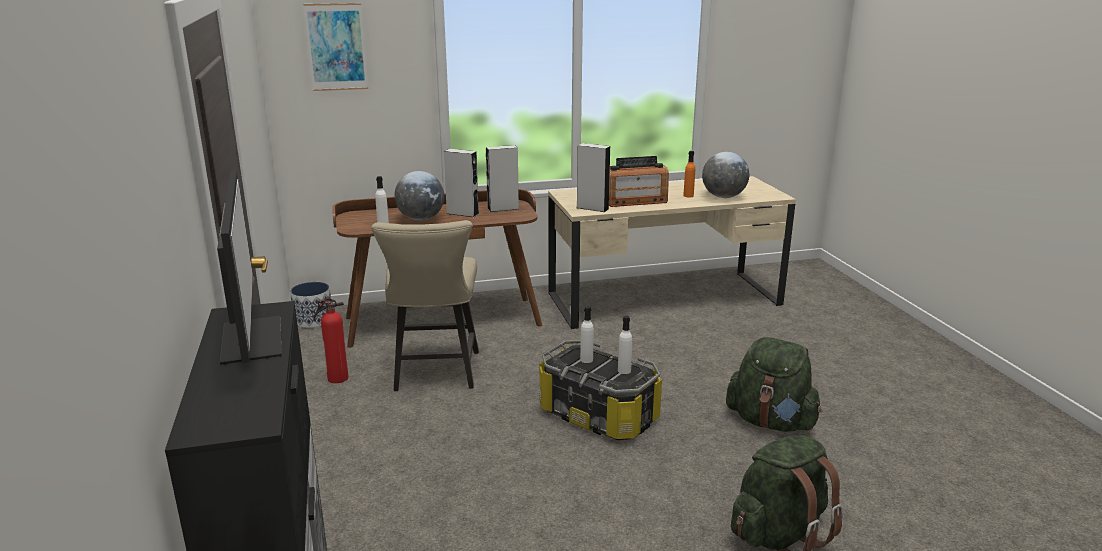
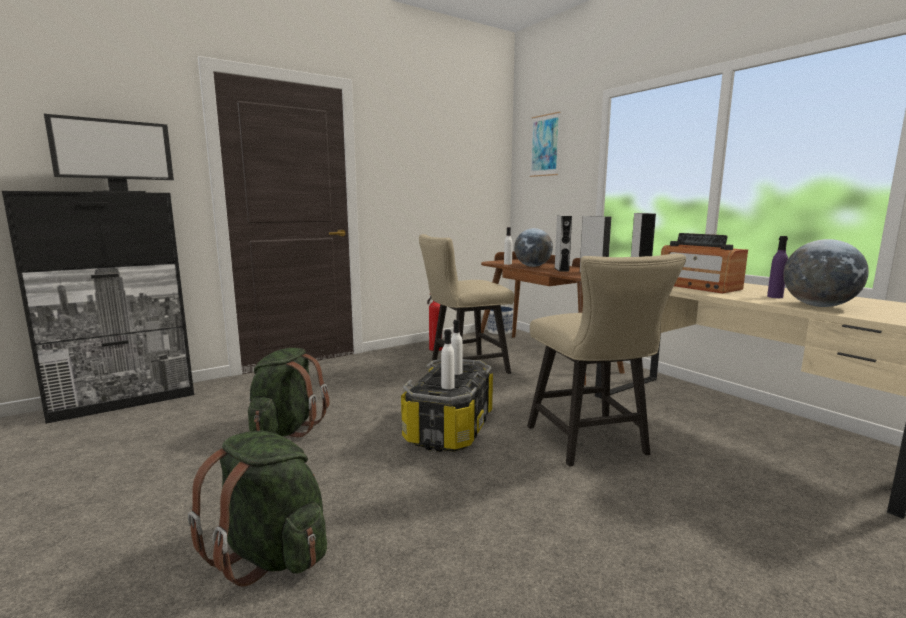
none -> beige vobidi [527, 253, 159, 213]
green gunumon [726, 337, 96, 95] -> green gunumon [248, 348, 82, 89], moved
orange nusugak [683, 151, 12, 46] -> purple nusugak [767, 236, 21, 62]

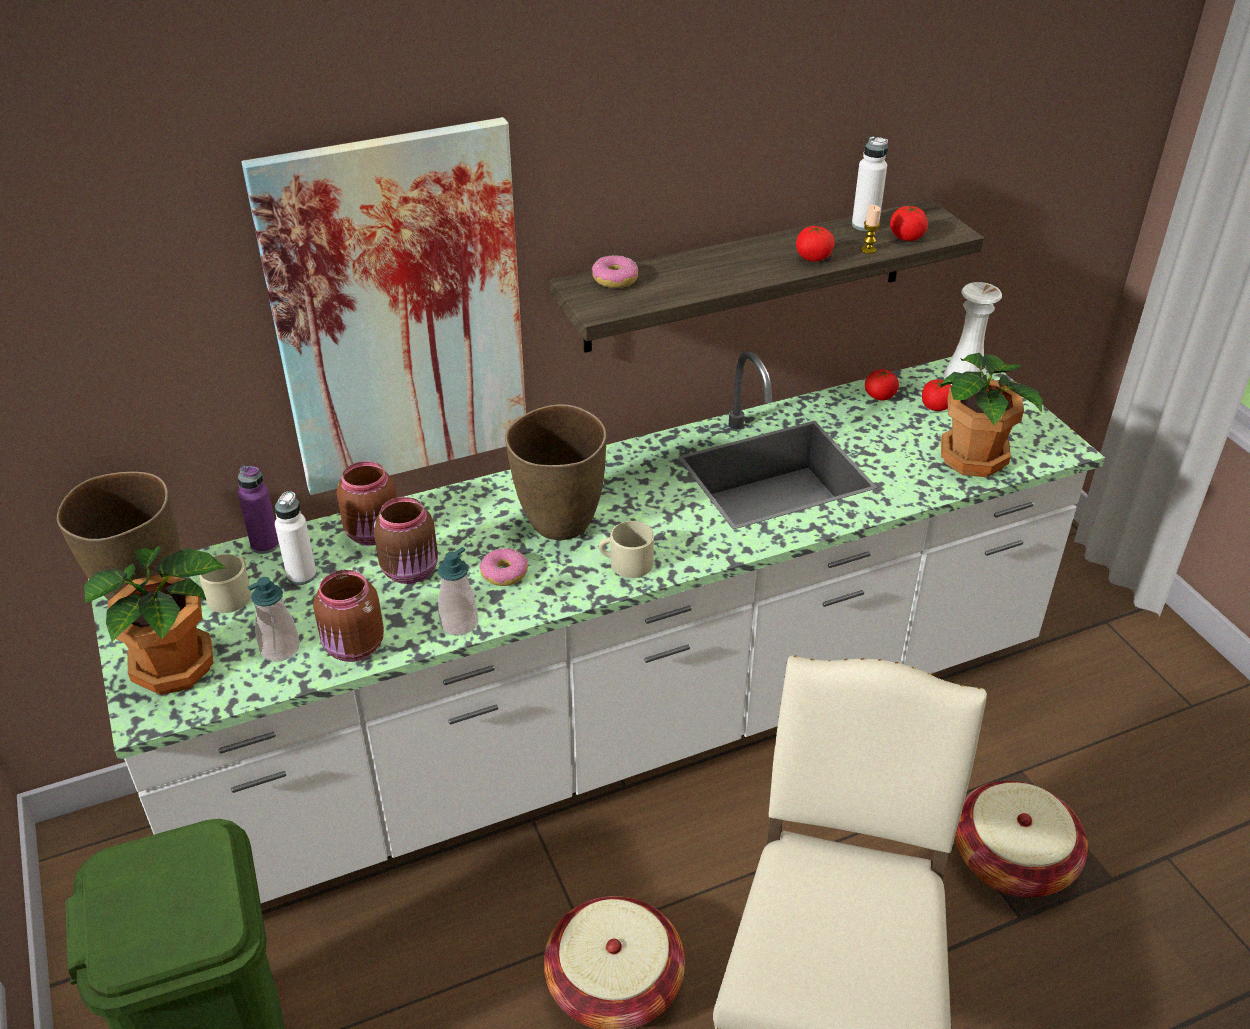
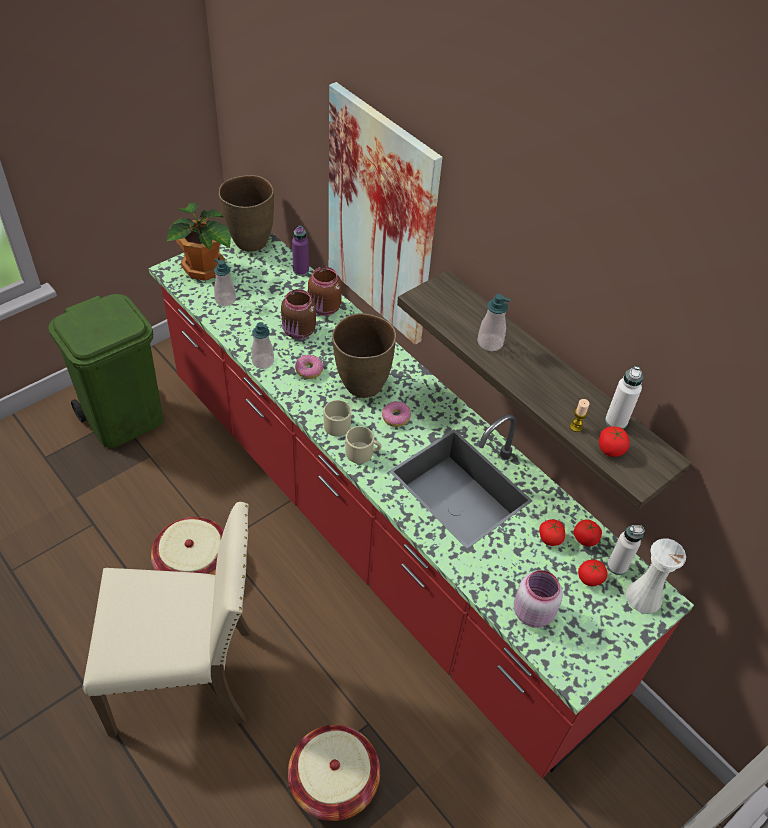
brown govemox [313, 570, 71, 92] -> none
none -> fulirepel [477, 294, 33, 57]
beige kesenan [199, 554, 52, 59] -> beige kesenan [345, 426, 36, 38], moved
white nusugak [275, 491, 42, 94] -> white nusugak [607, 525, 37, 50], moved
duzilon [592, 255, 46, 33] -> duzilon [382, 401, 29, 26], moved
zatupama [796, 226, 39, 36] -> zatupama [539, 519, 26, 27], moved
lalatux [940, 353, 102, 124] -> pink govemox [514, 570, 49, 58]
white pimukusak [88, 351, 1017, 552] -> red pimukusak [149, 232, 545, 546]

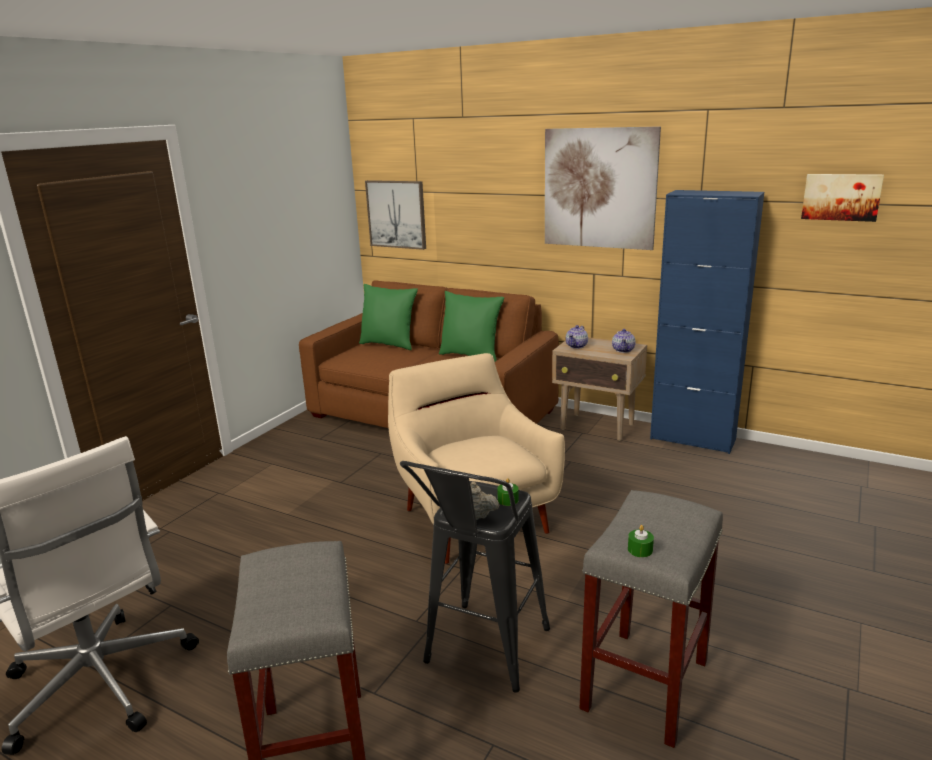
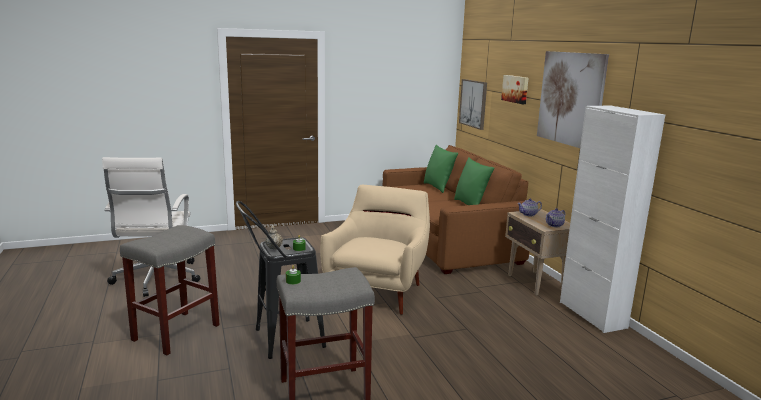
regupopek [801, 174, 83, 48] -> regupopek [501, 75, 27, 29], moved
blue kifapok [650, 190, 114, 264] -> white kifapok [560, 106, 105, 227]

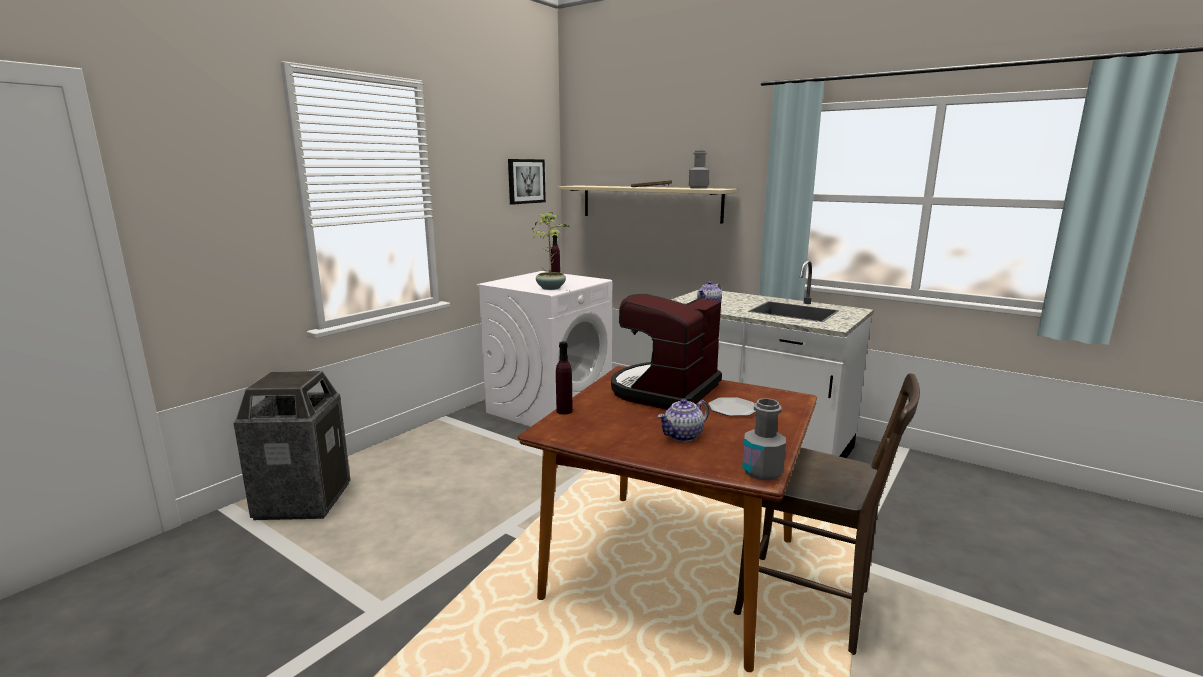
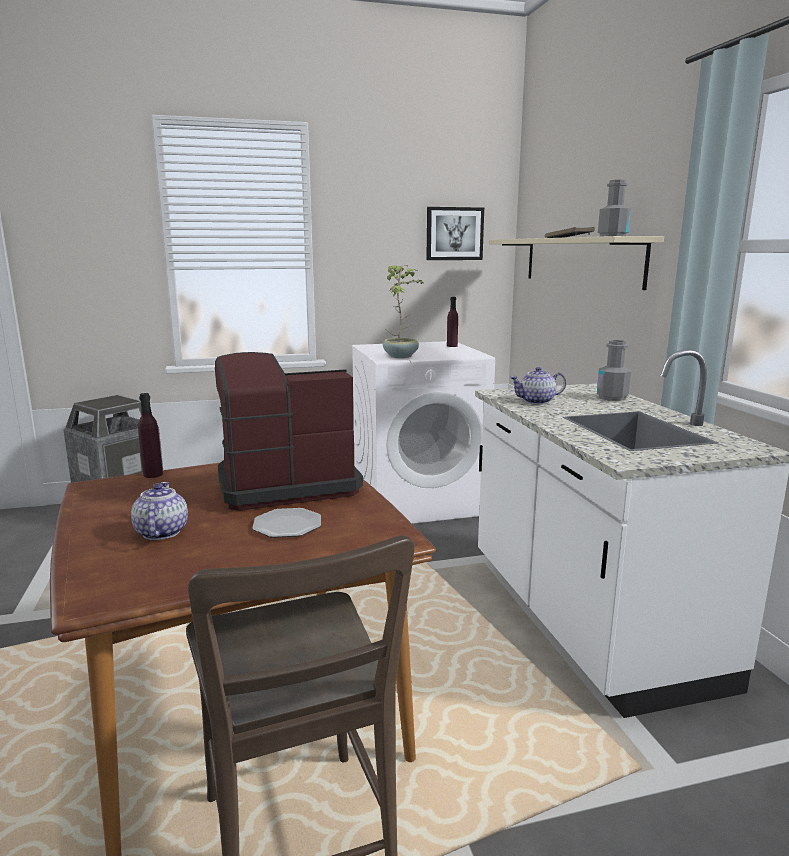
grey nusugak [742, 398, 44, 82] -> grey nusugak [597, 340, 34, 61], moved
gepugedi [657, 399, 52, 43] -> gepugedi [131, 482, 57, 58], 75 degrees clockwise

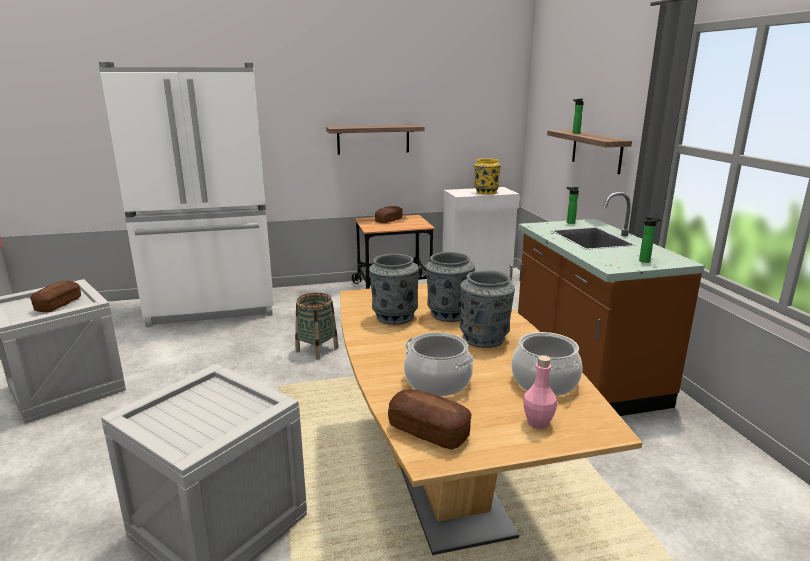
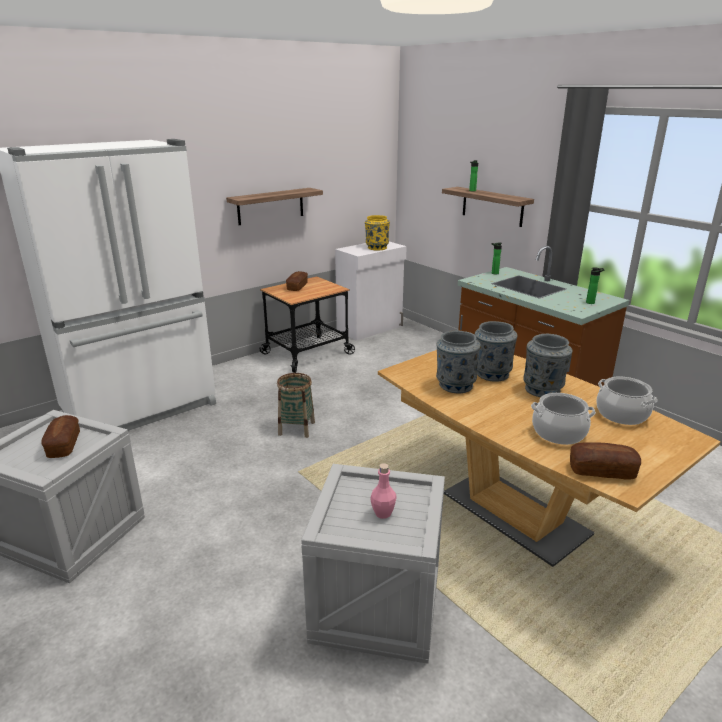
pink nusugak [523, 355, 34, 74] -> pink nusugak [370, 463, 27, 56], moved

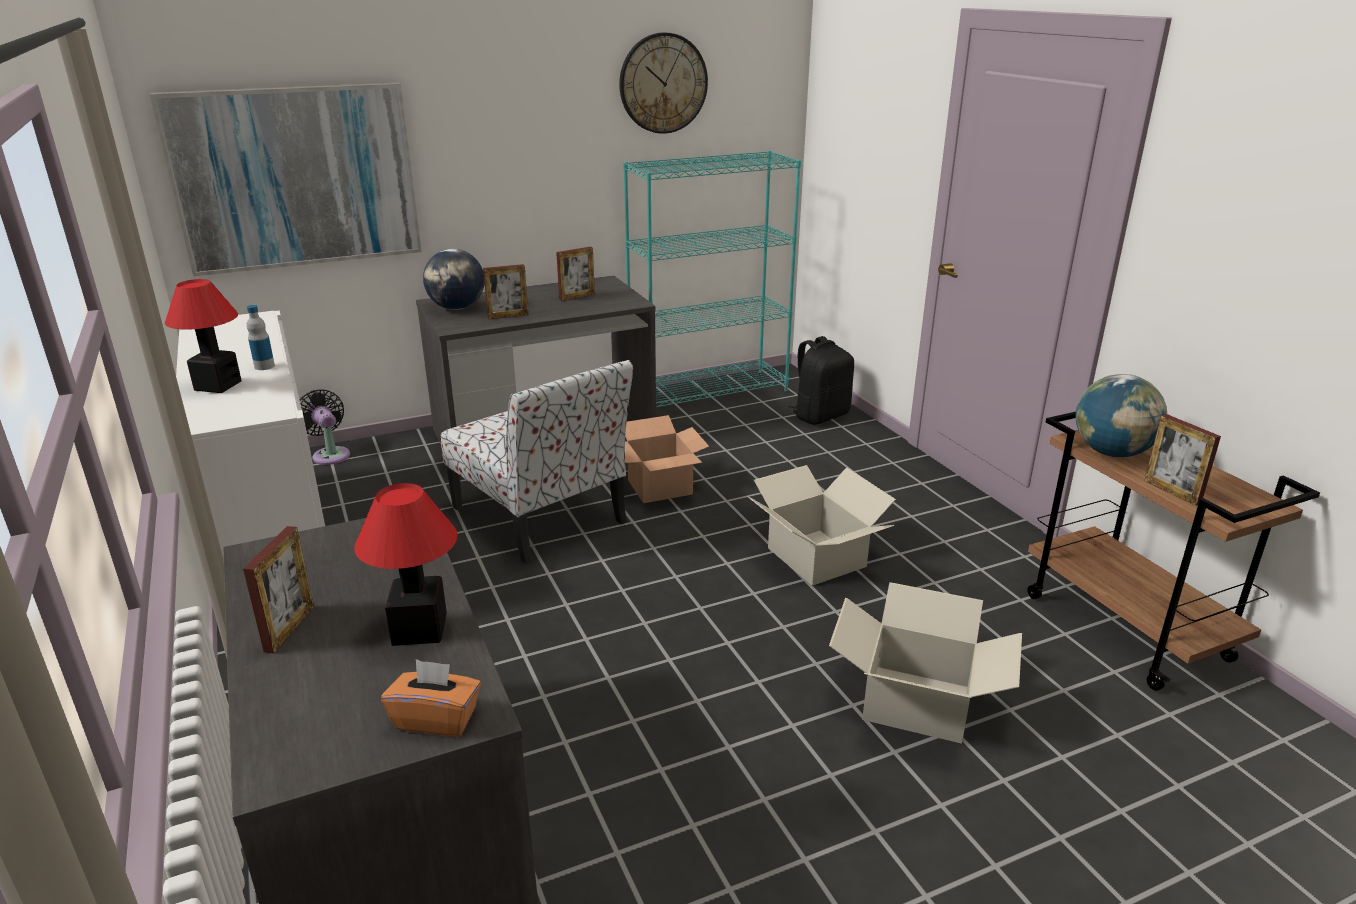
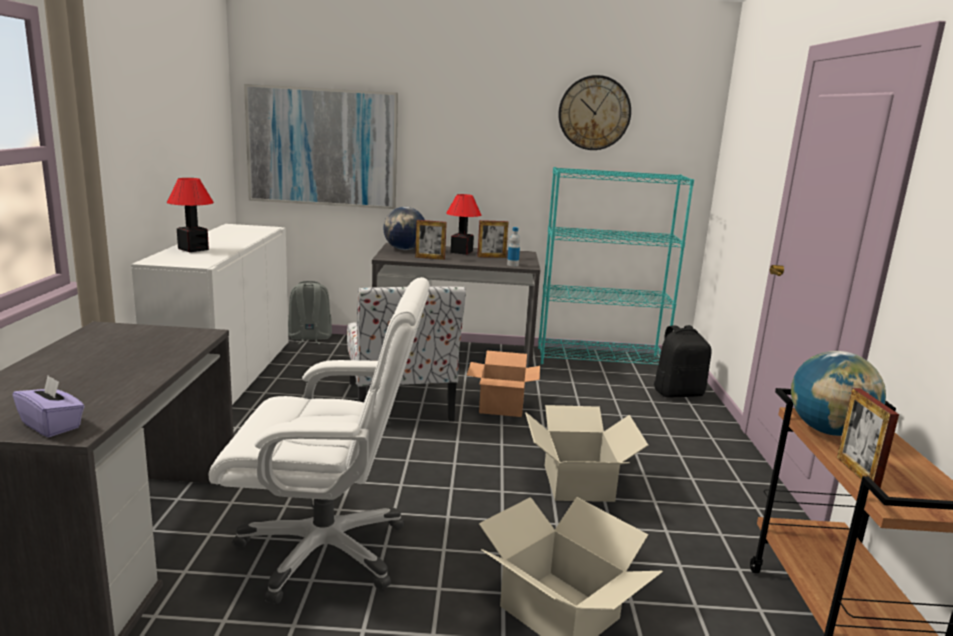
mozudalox [243, 526, 71, 127] -> none
none -> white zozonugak [209, 277, 221, 327]
nusugak [247, 305, 28, 65] -> nusugak [507, 227, 13, 39], moved
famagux [354, 483, 104, 163] -> famagux [446, 194, 35, 61], moved
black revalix [300, 389, 50, 76] -> grey gunumon [288, 281, 44, 63]
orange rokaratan [381, 659, 100, 77] -> purple rokaratan [13, 375, 72, 62]

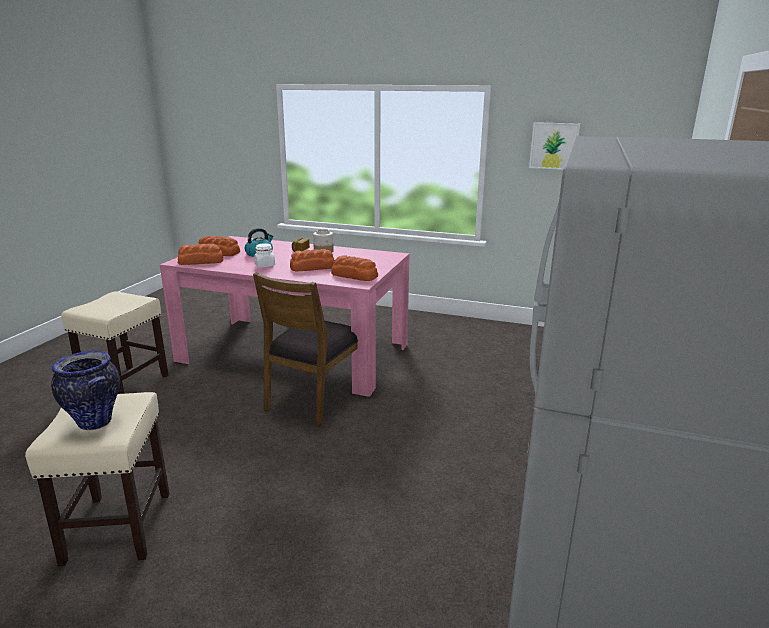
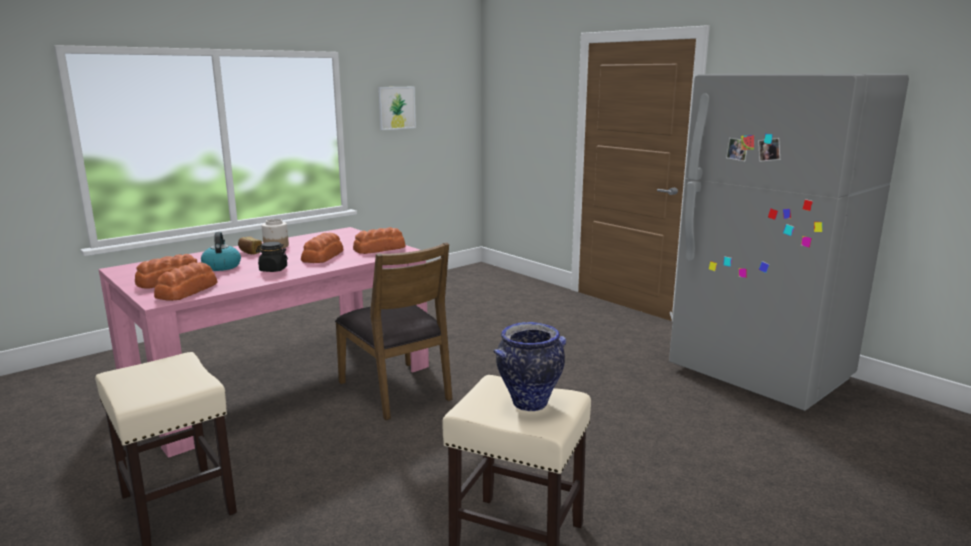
white govemox [254, 243, 21, 24] -> black govemox [256, 242, 32, 30]

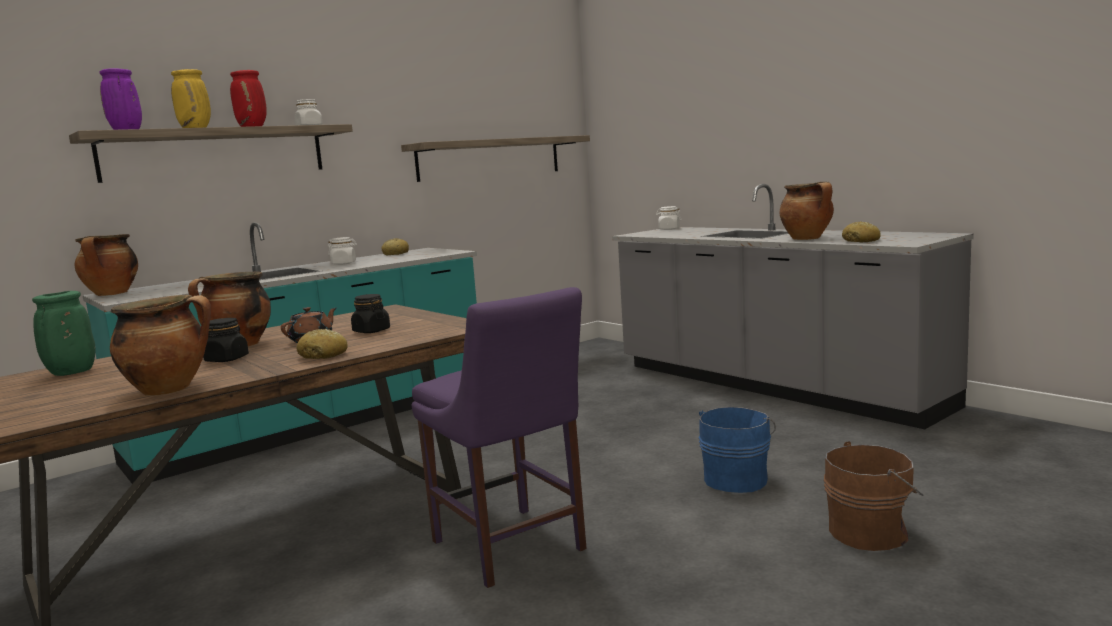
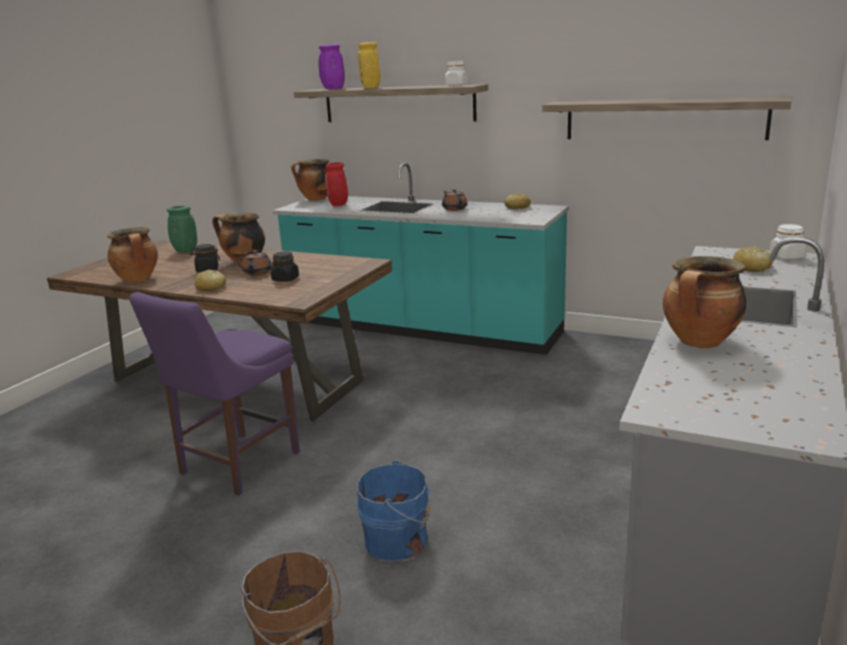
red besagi [230, 70, 37, 57] -> red besagi [325, 162, 23, 44], moved
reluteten [842, 221, 39, 21] -> reluteten [733, 246, 40, 26], moved
white govemox [328, 237, 29, 28] -> brown gepugedi [442, 189, 26, 22]

